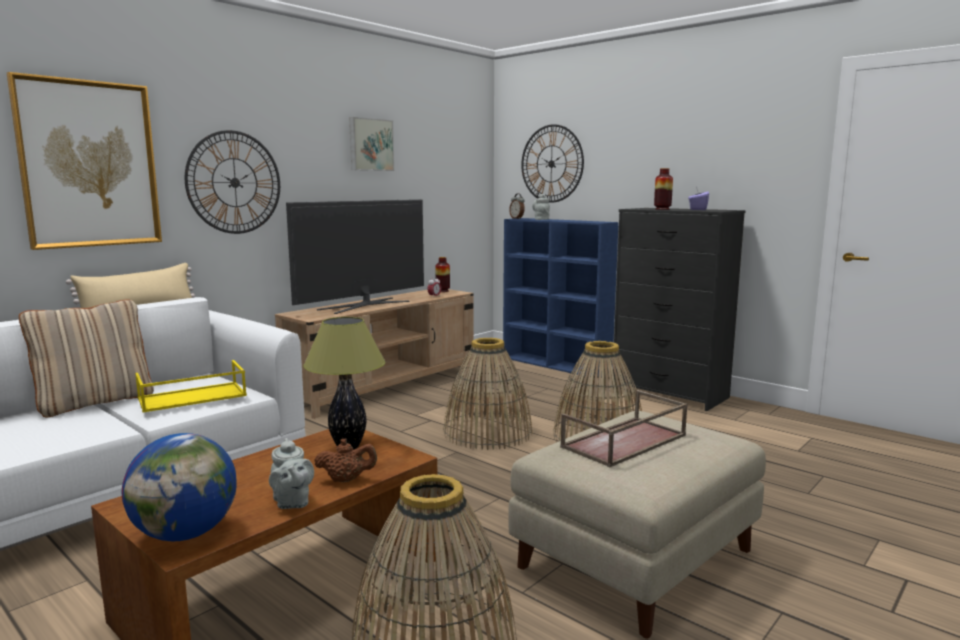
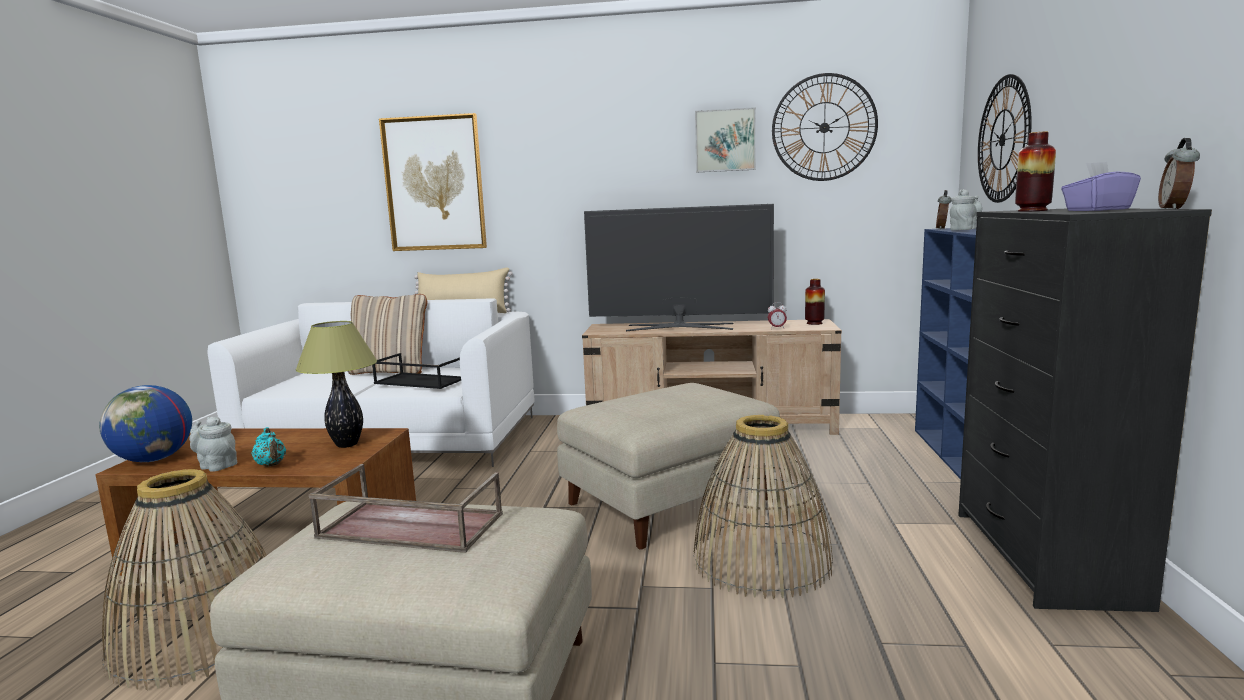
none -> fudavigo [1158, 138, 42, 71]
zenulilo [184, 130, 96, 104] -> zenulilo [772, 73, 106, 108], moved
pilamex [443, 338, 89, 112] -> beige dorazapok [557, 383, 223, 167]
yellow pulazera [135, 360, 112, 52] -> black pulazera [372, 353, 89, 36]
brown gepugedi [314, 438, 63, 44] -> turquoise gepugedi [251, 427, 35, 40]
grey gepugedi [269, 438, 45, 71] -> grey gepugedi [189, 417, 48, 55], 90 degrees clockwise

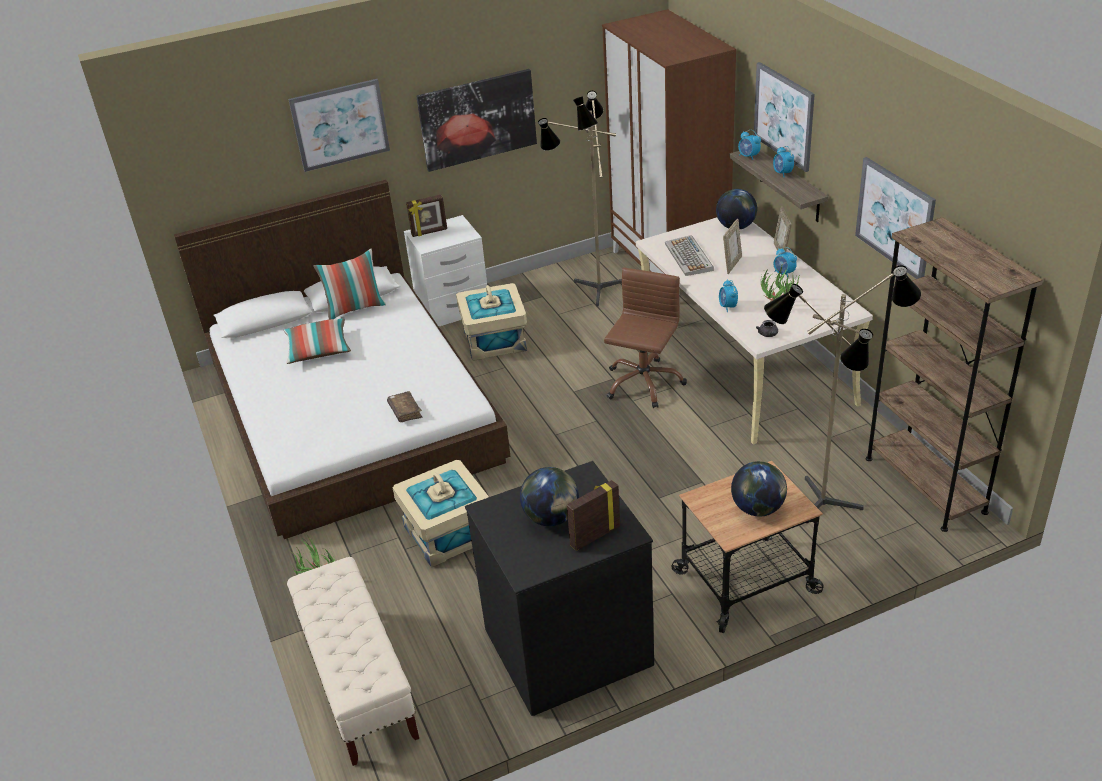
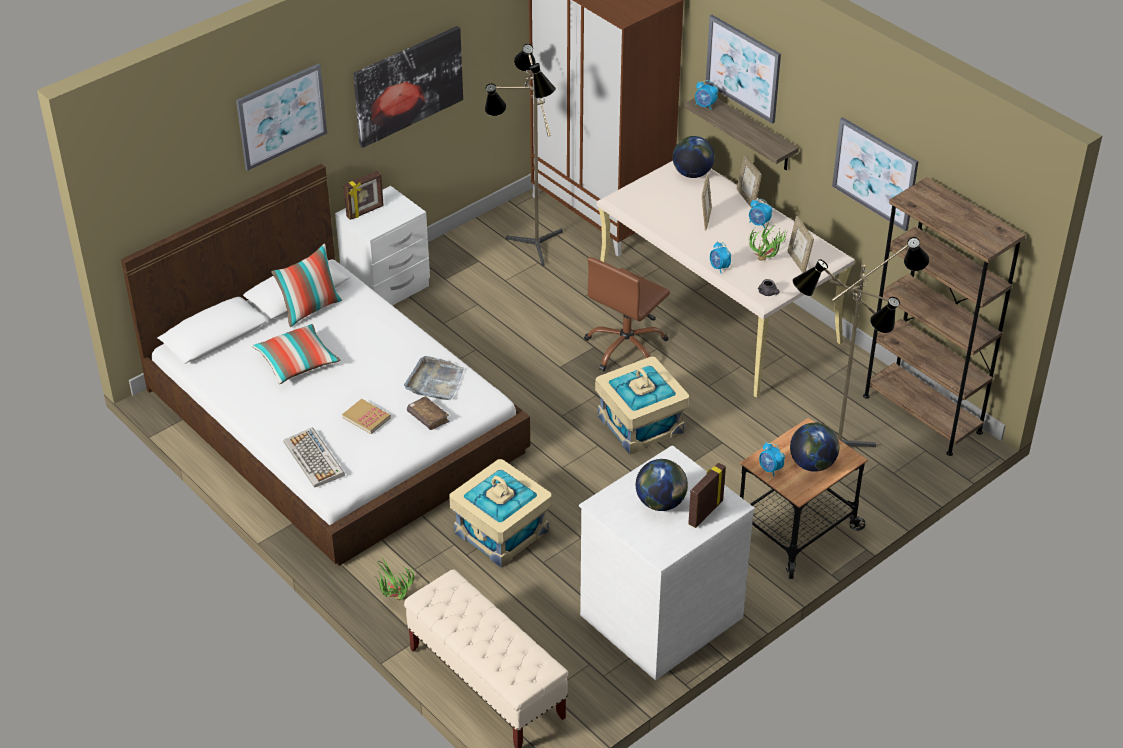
none -> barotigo [342, 399, 49, 35]
none -> grey pulazera [404, 356, 60, 44]
none -> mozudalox [787, 216, 27, 57]
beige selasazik [456, 283, 71, 78] -> beige selasazik [595, 356, 94, 98], moved
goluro [665, 235, 49, 41] -> goluro [283, 427, 62, 61], moved
fudavigo [773, 146, 21, 32] -> fudavigo [759, 442, 26, 35], moved
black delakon [465, 461, 189, 255] -> white delakon [579, 445, 176, 235]
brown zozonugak [604, 268, 83, 140] -> brown zozonugak [584, 257, 86, 114], 150 degrees counterclockwise

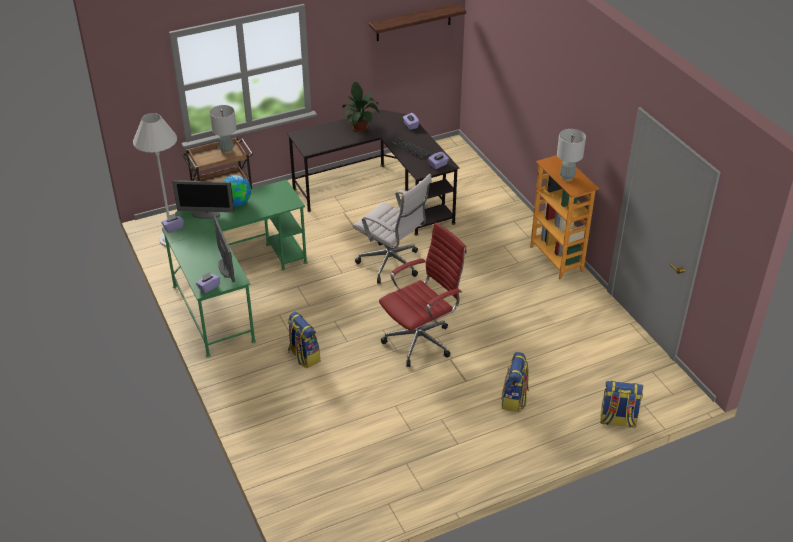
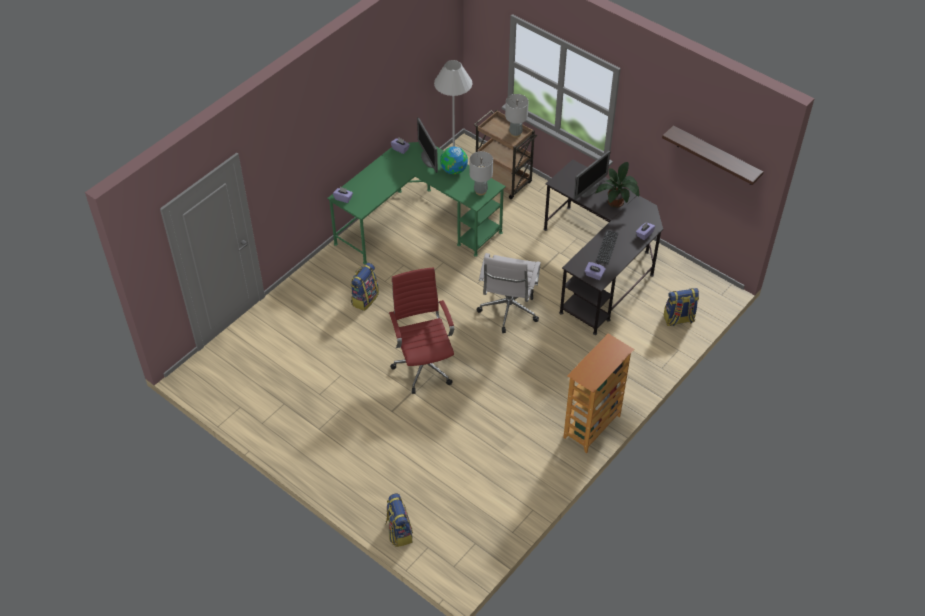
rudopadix [214, 217, 21, 65] -> rudopadix [573, 151, 37, 49], moved
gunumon [501, 352, 28, 60] -> gunumon [664, 288, 35, 39], moved
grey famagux [557, 129, 29, 53] -> grey famagux [469, 151, 24, 45], moved
red zozonugak [379, 222, 88, 145] -> red zozonugak [389, 267, 65, 127], 135 degrees counterclockwise

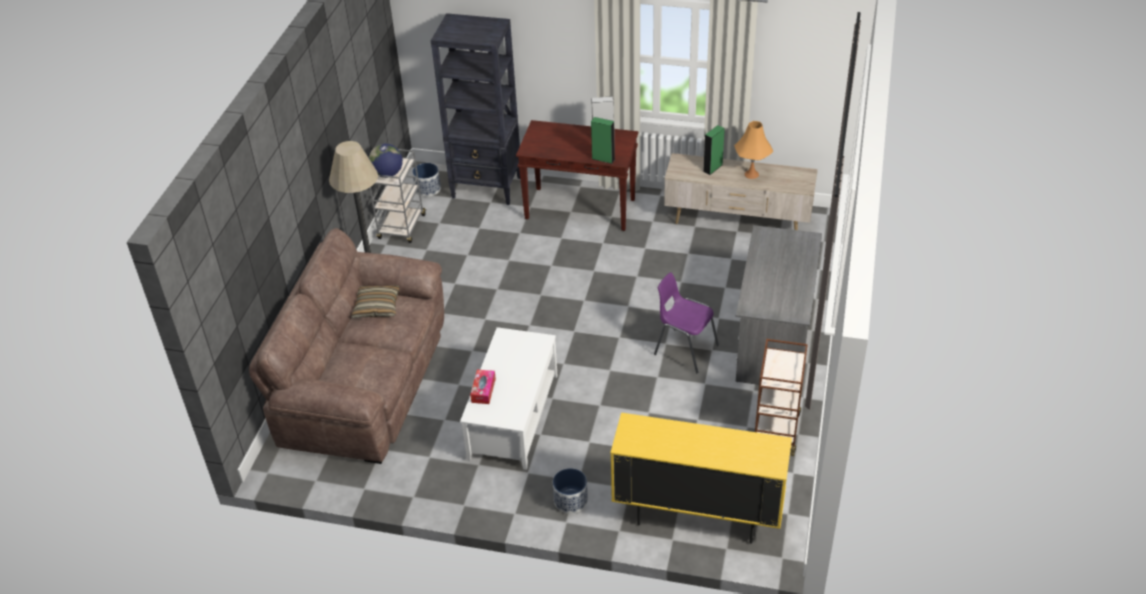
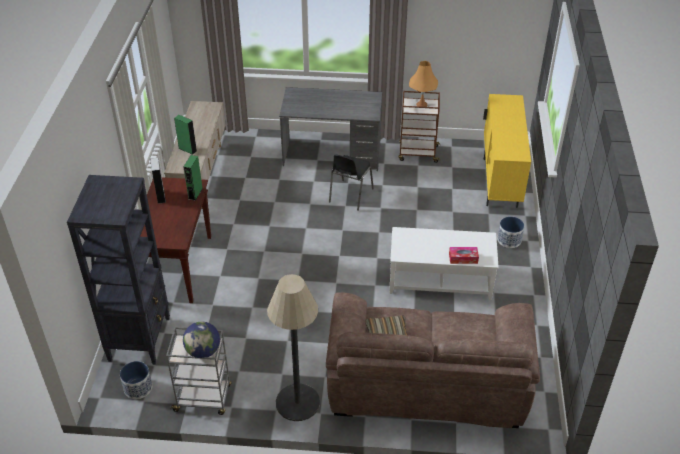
orange famagux [734, 121, 39, 58] -> orange famagux [409, 61, 29, 46], moved
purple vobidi [654, 273, 65, 100] -> black vobidi [329, 154, 45, 57]

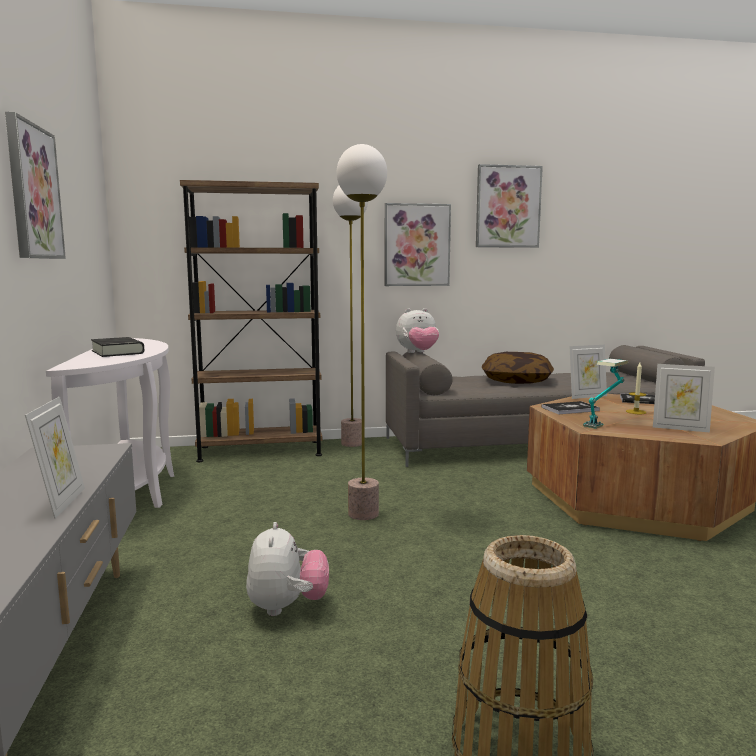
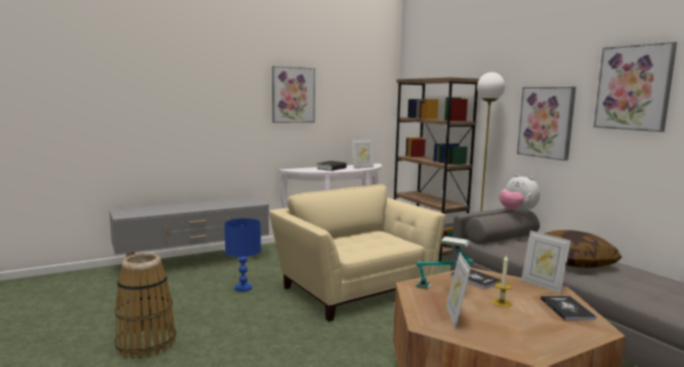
mozudalox [25, 397, 60, 122] -> mozudalox [352, 139, 22, 30], moved
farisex [246, 522, 83, 94] -> blue famagux [224, 218, 37, 74]
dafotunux [337, 144, 50, 376] -> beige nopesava [269, 184, 177, 138]

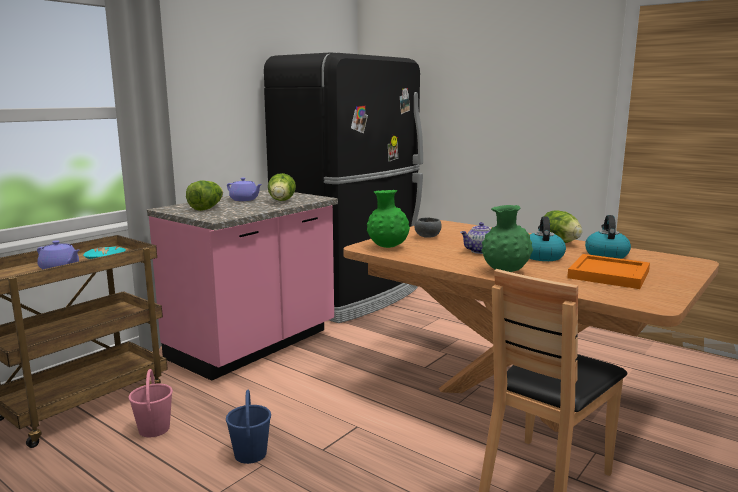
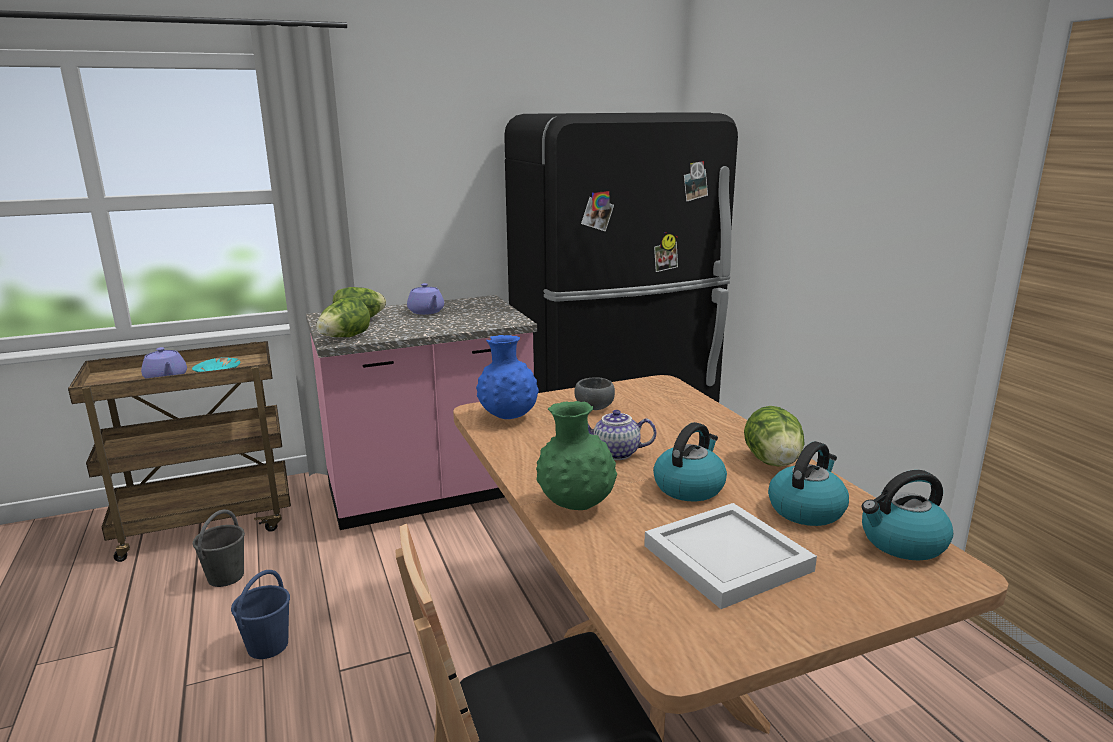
none -> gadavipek [862, 470, 92, 91]
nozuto [268, 173, 28, 28] -> nozuto [316, 297, 54, 40], moved
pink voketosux [129, 369, 44, 68] -> grey voketosux [193, 510, 52, 77]
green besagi [367, 190, 43, 58] -> blue besagi [476, 335, 63, 84]
orange pulazera [567, 254, 83, 35] -> white pulazera [644, 503, 173, 106]

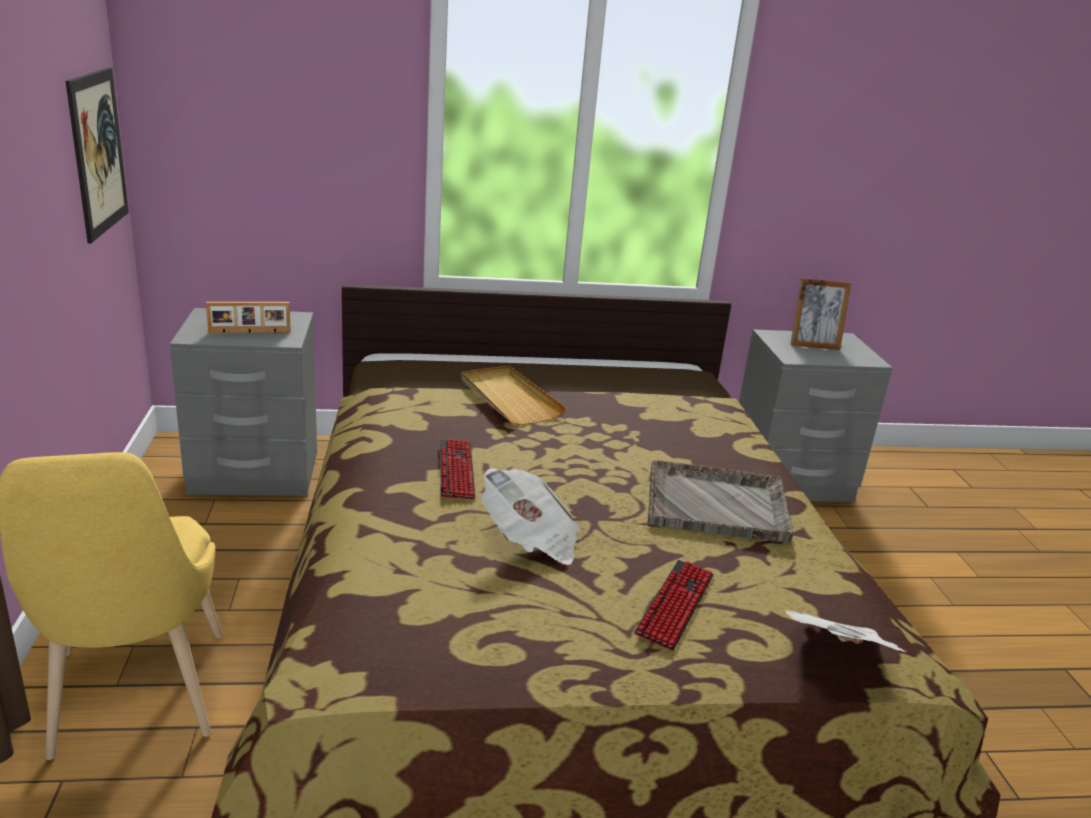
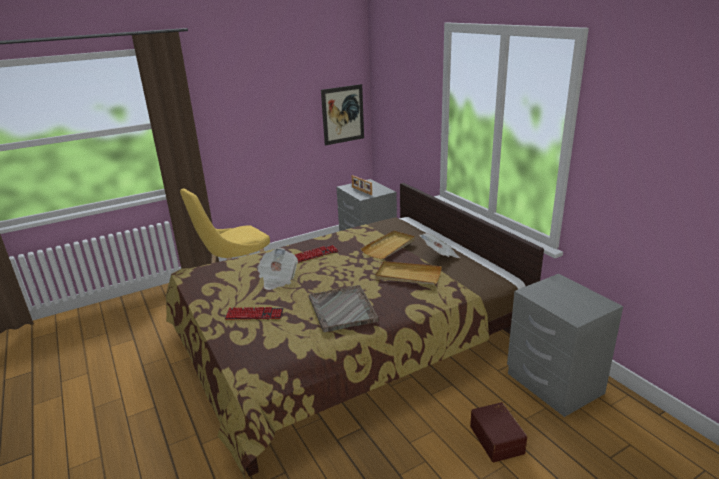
mozudalox [790, 278, 62, 72] -> none
none -> beige pulazera [375, 261, 67, 24]
none -> brown selasazik [470, 402, 57, 60]
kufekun [785, 610, 122, 42] -> kufekun [419, 234, 41, 24], moved

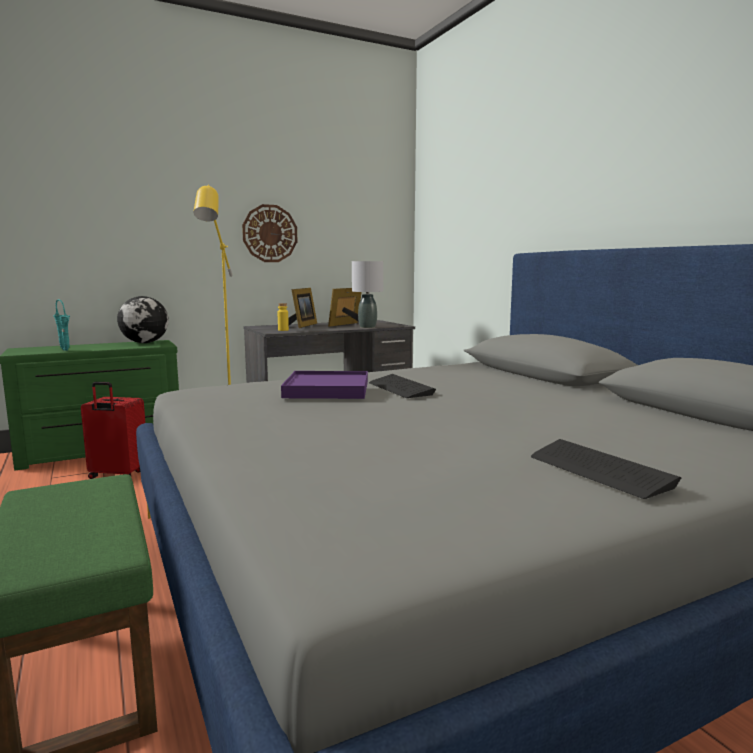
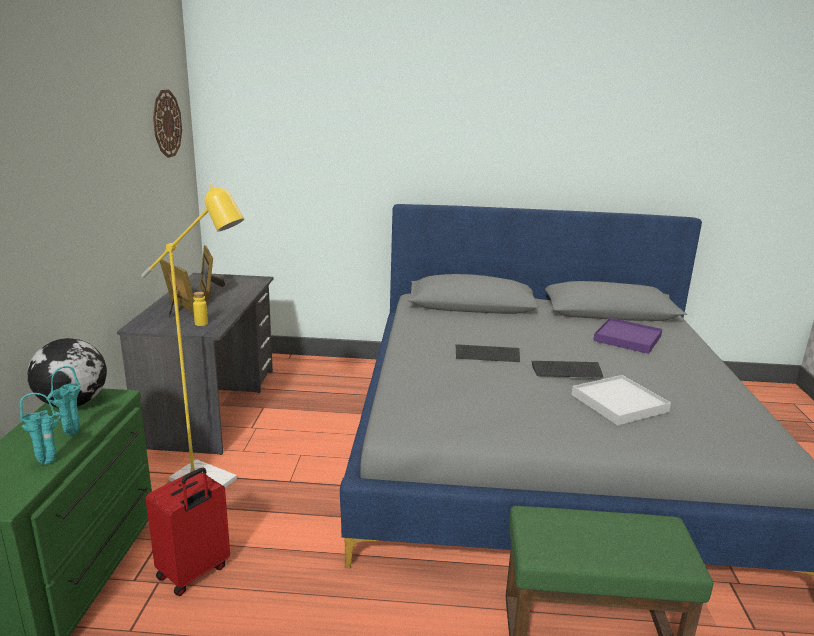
grey famagux [352, 261, 31, 67] -> none
none -> turquoise besagi [46, 366, 35, 70]
none -> white pulazera [572, 375, 99, 50]
zenulilo [242, 204, 56, 58] -> zenulilo [153, 90, 29, 68], moved
purple pulazera [281, 371, 87, 28] -> purple pulazera [593, 318, 69, 36], moved
goluro [531, 439, 150, 60] -> goluro [532, 361, 71, 17], moved

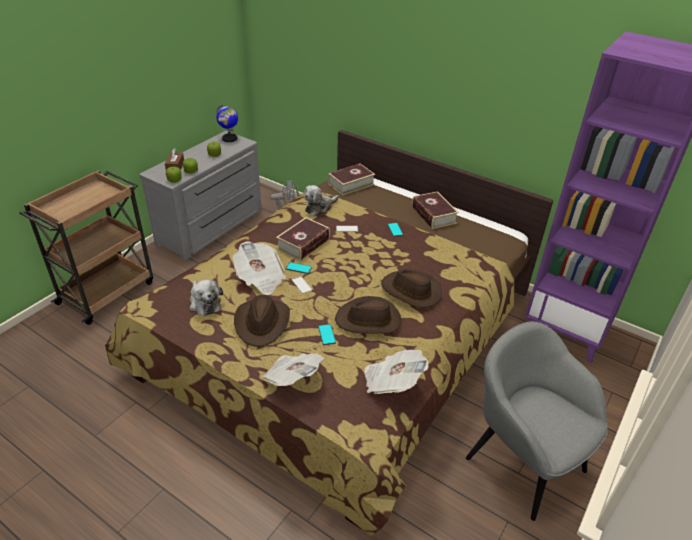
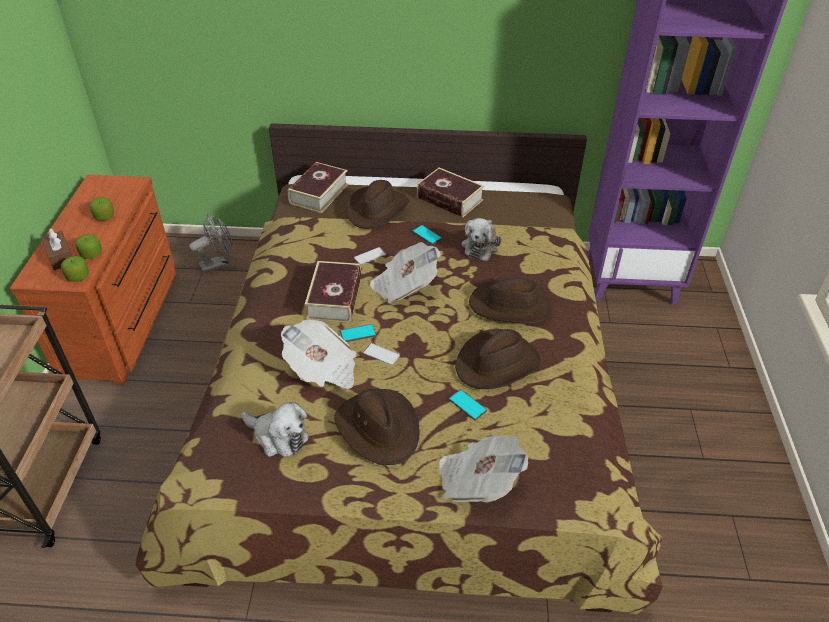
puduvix [216, 103, 22, 39] -> none
grey nopesava [466, 321, 142, 200] -> none
none -> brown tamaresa [347, 180, 62, 49]
farisex [304, 185, 35, 31] -> farisex [462, 218, 39, 43], moved
kufekun [364, 350, 64, 44] -> kufekun [370, 242, 71, 62], moved
grey delakon [139, 131, 123, 129] -> brown delakon [10, 175, 166, 211]

